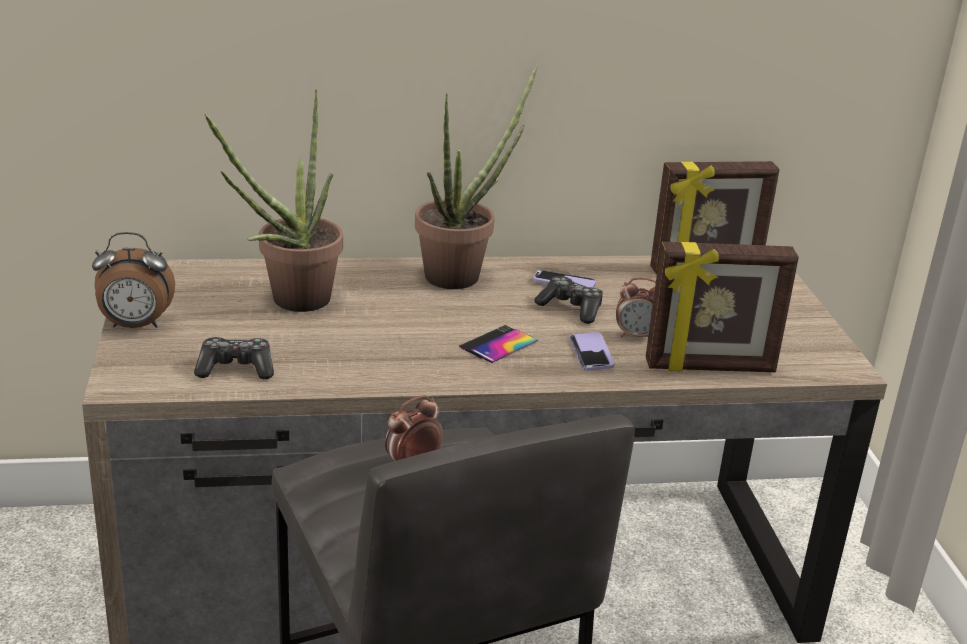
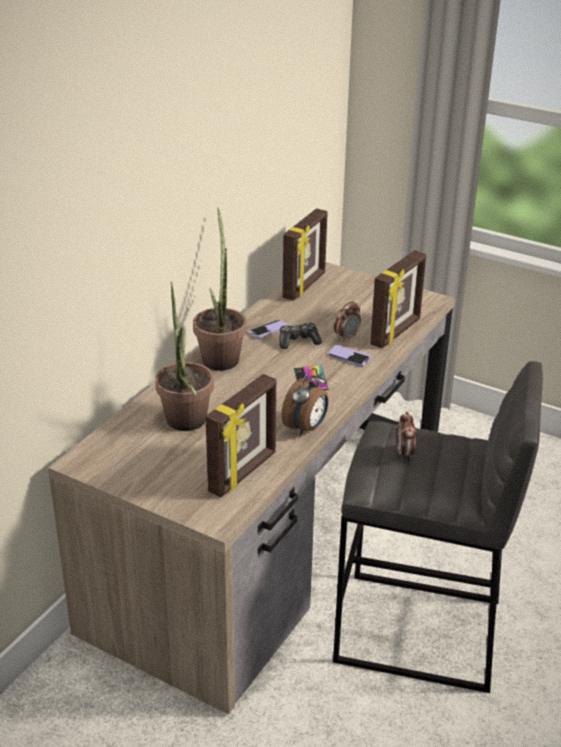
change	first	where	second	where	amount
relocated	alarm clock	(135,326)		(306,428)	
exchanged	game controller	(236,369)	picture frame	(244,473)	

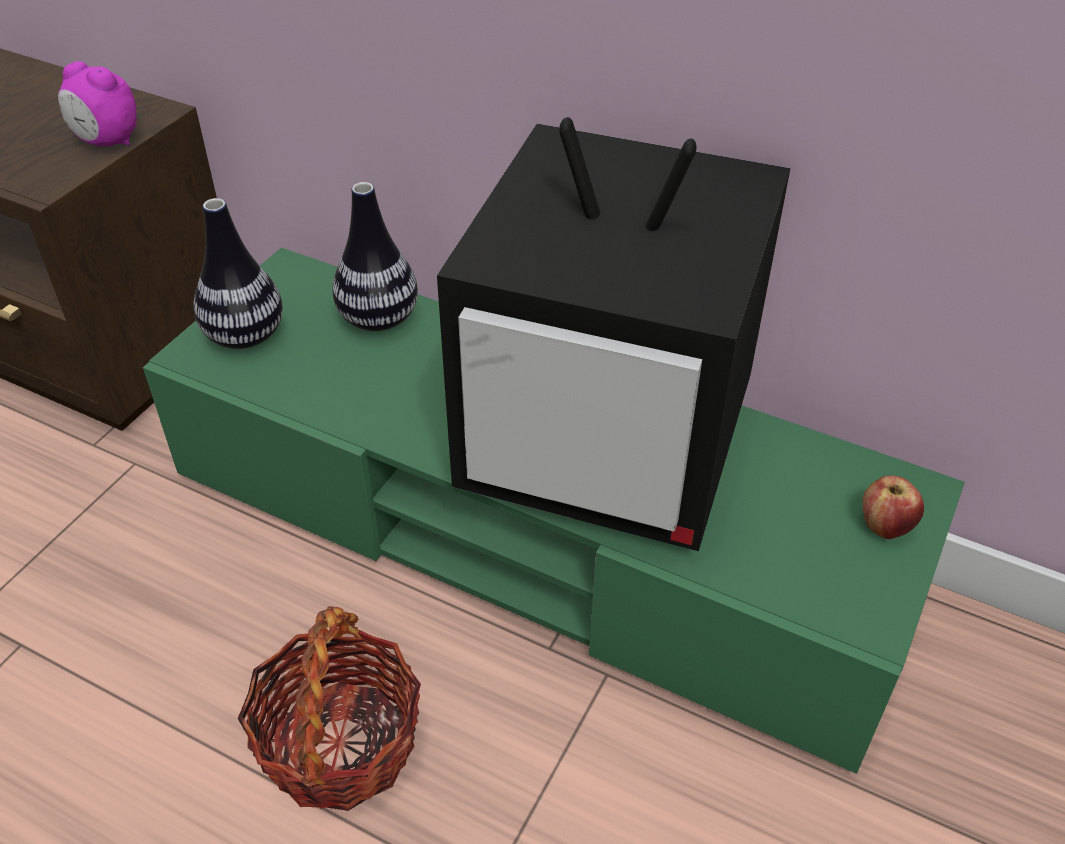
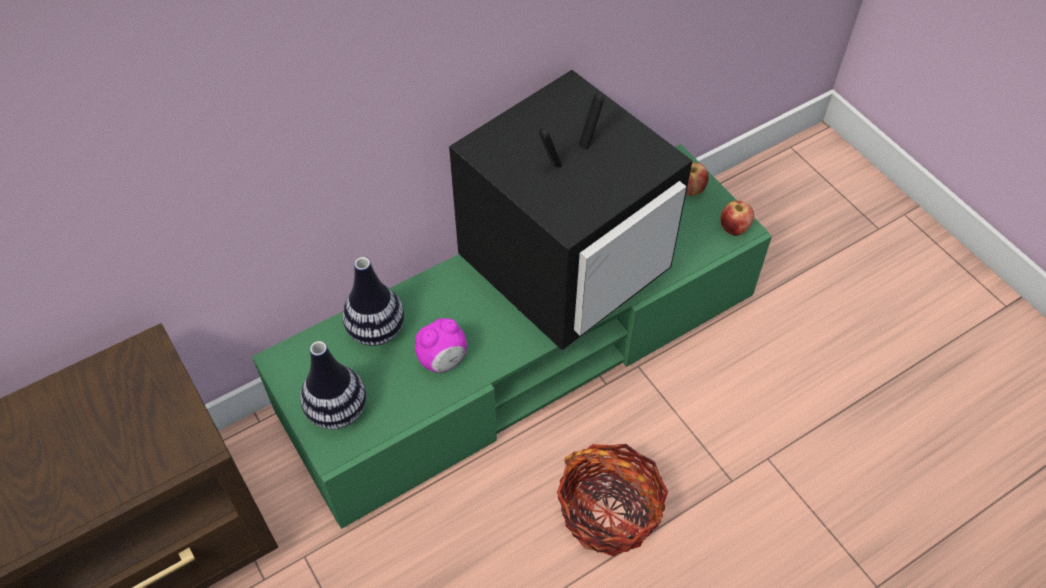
change	first	where	second	where	amount
relocated	alarm clock	(107,142)		(443,360)	
appeared			apple	(734,229)	

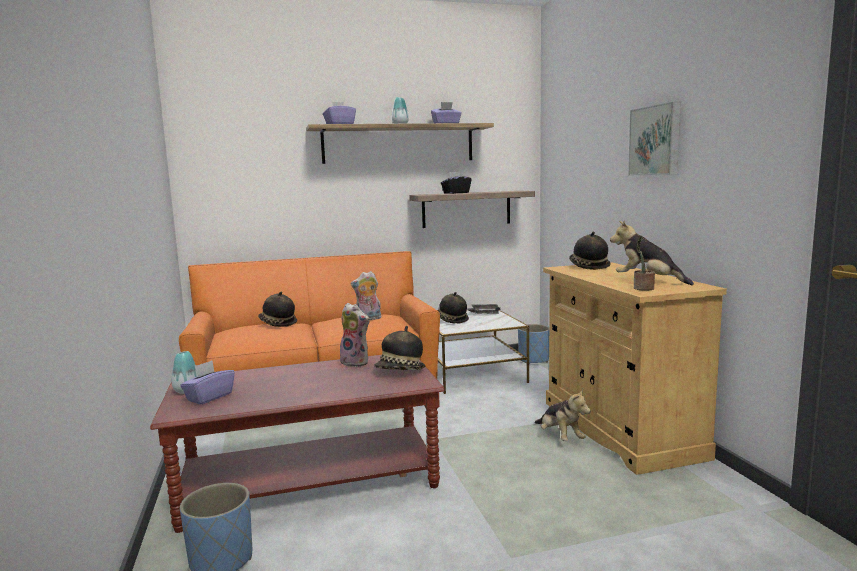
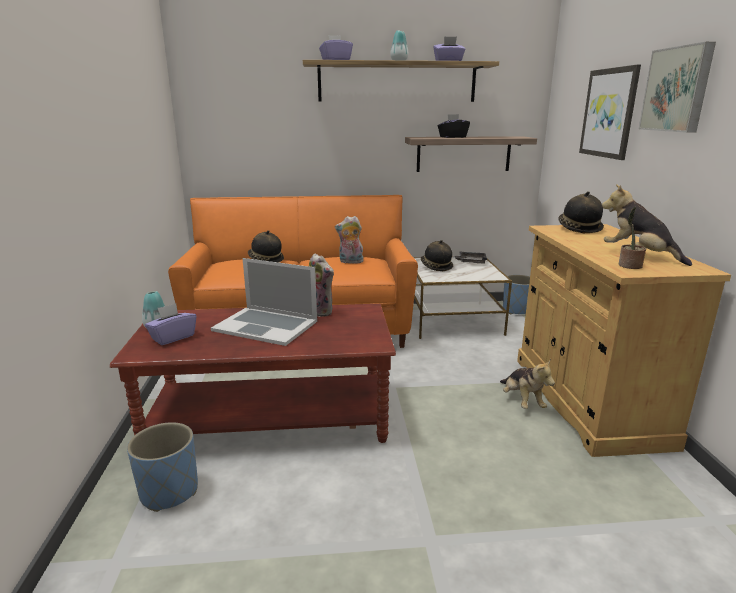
change	first	where	second	where	amount
missing	hat	(400,371)			
appeared			picture	(609,113)	
appeared			laptop	(266,325)	

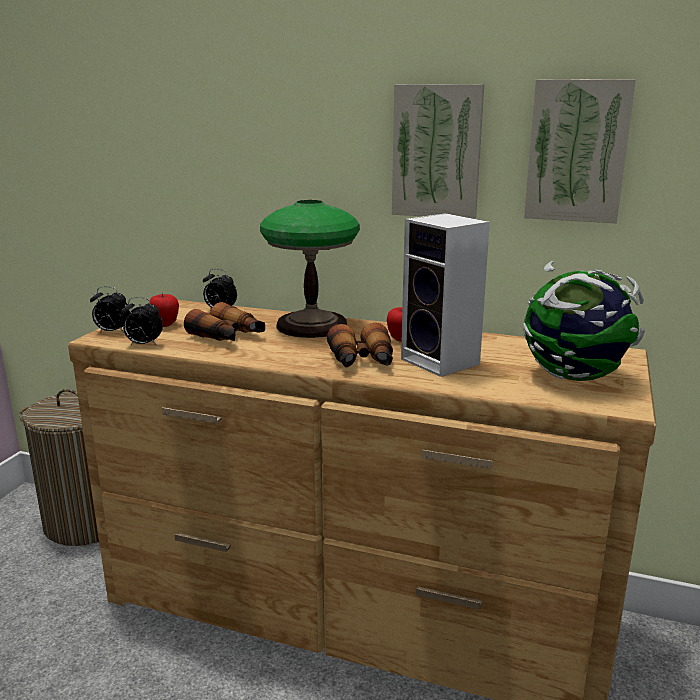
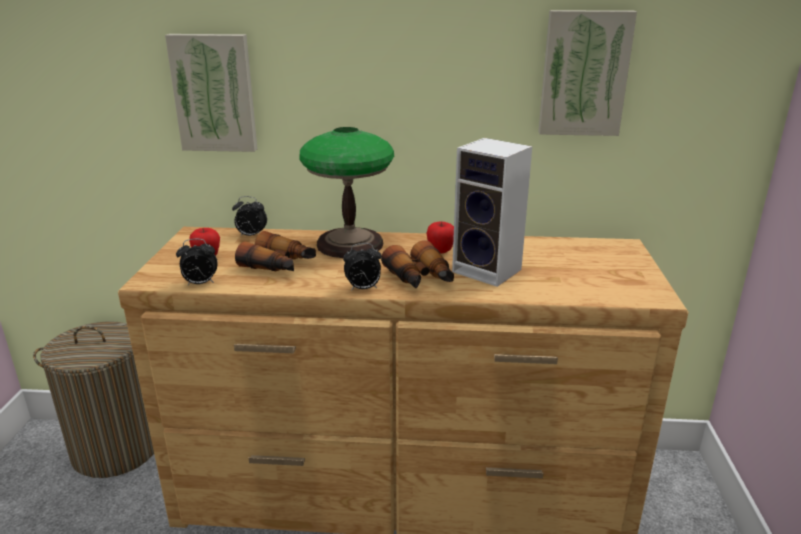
change	first	where	second	where	amount
relocated	picture	(437,151)		(215,93)	
missing	globe	(575,377)			
relocated	alarm clock	(112,332)		(363,288)	

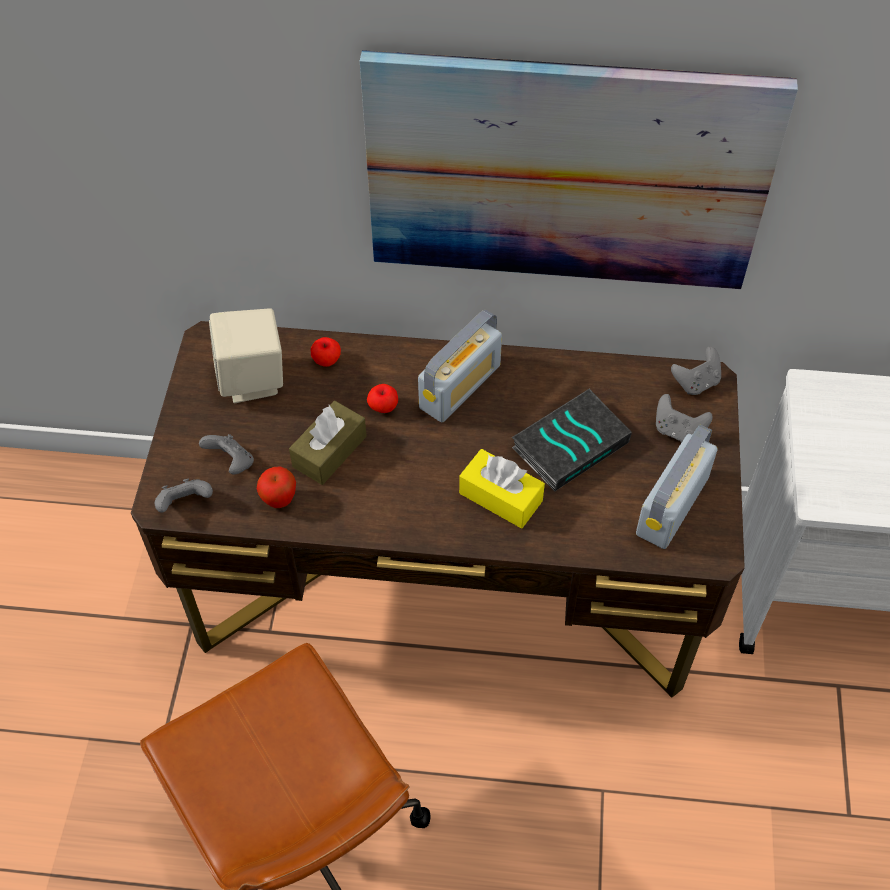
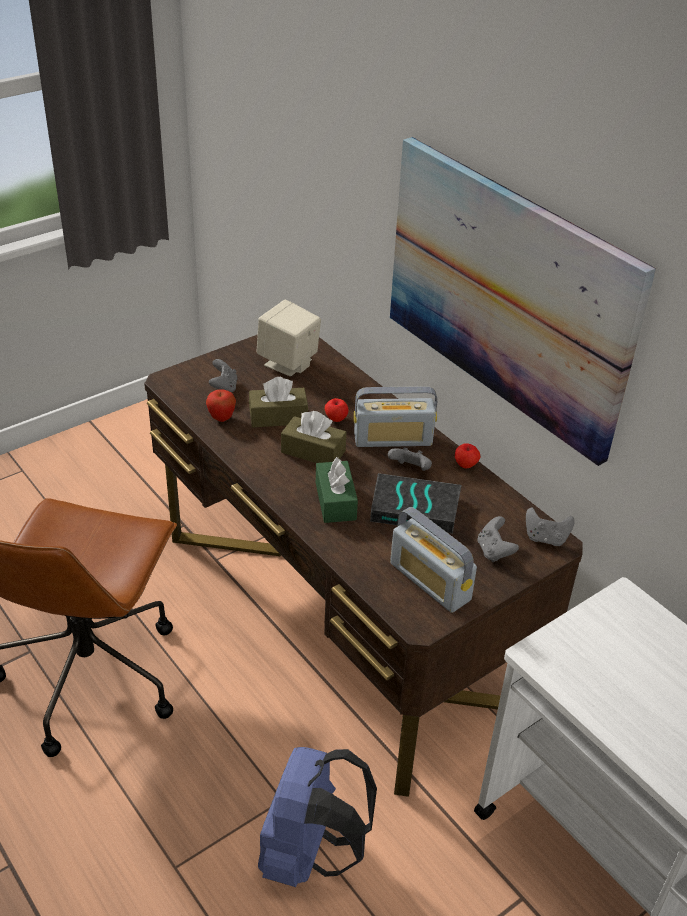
change	first	where	second	where	amount
relocated	apple	(327,361)		(465,465)	
spun	radio	(672,506)		(430,582)	120 degrees counterclockwise
colour	yellow tissue box	(500,497)	green tissue box	(335,501)	
relocated	grey game controller	(185,504)		(410,470)	
appeared			brown tissue box	(313,451)	
appeared			blue backpack	(310,853)	

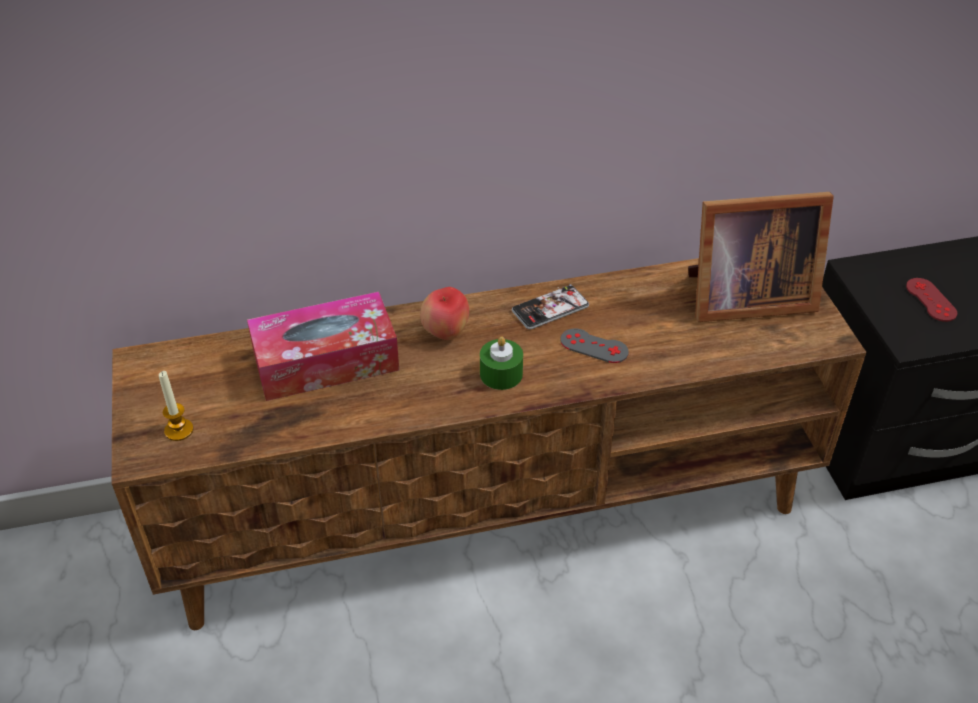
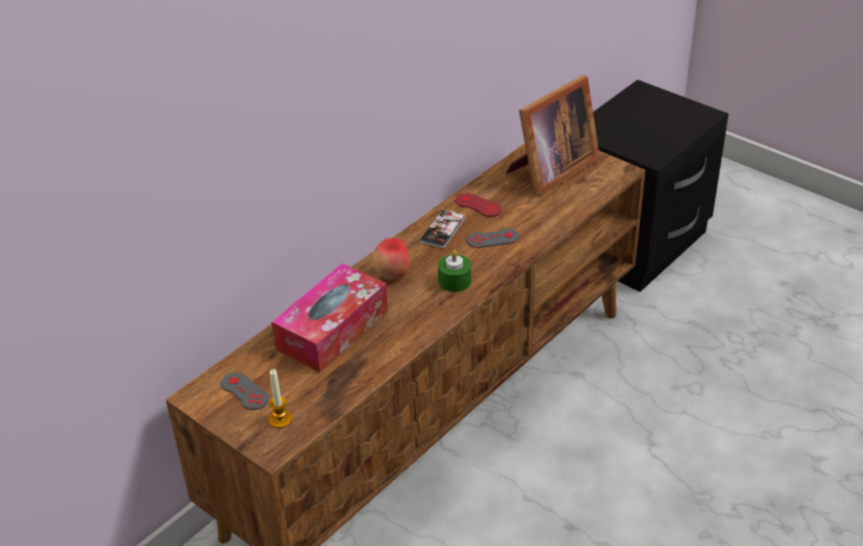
change	first	where	second	where	amount
relocated	red game controller	(931,300)		(478,205)	
appeared			grey game controller	(244,391)	

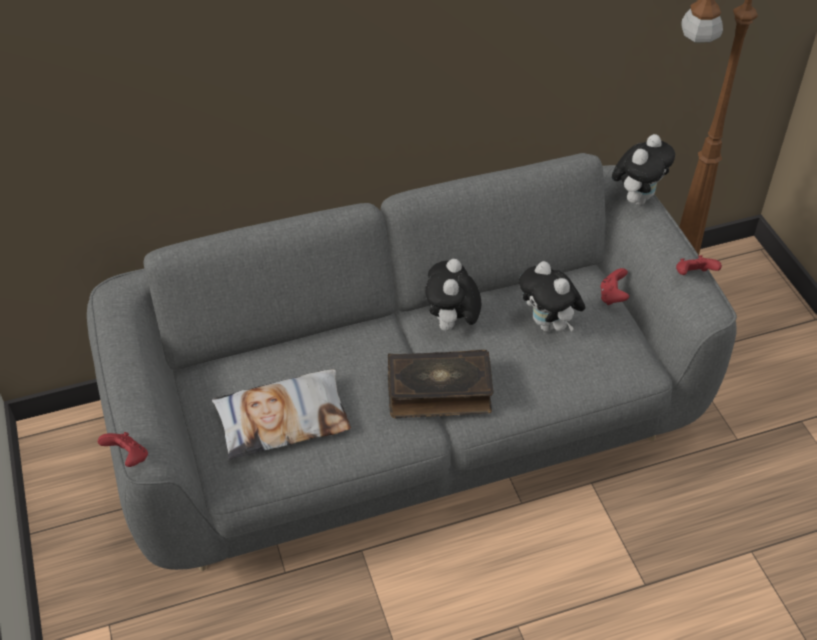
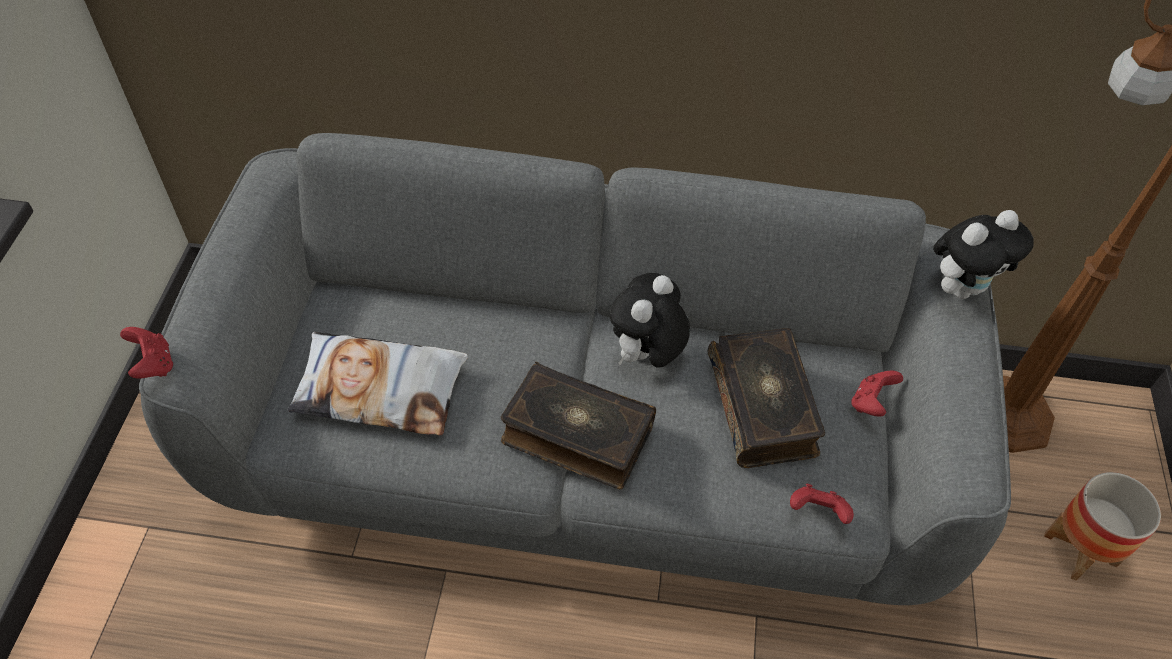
change	first	where	second	where	amount
relocated	red game controller	(693,276)		(817,512)	
exchanged	plush toy	(549,325)	book	(763,406)	
appeared			planter	(1080,549)	

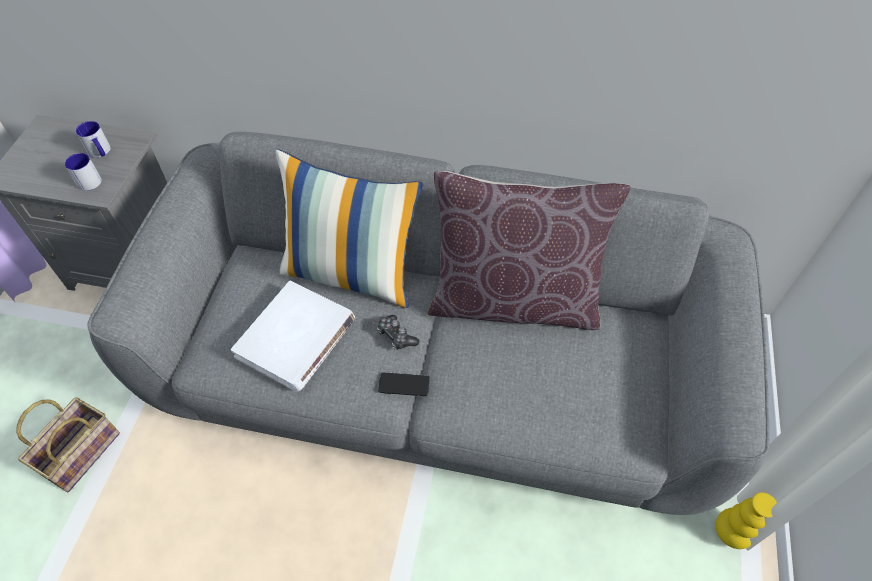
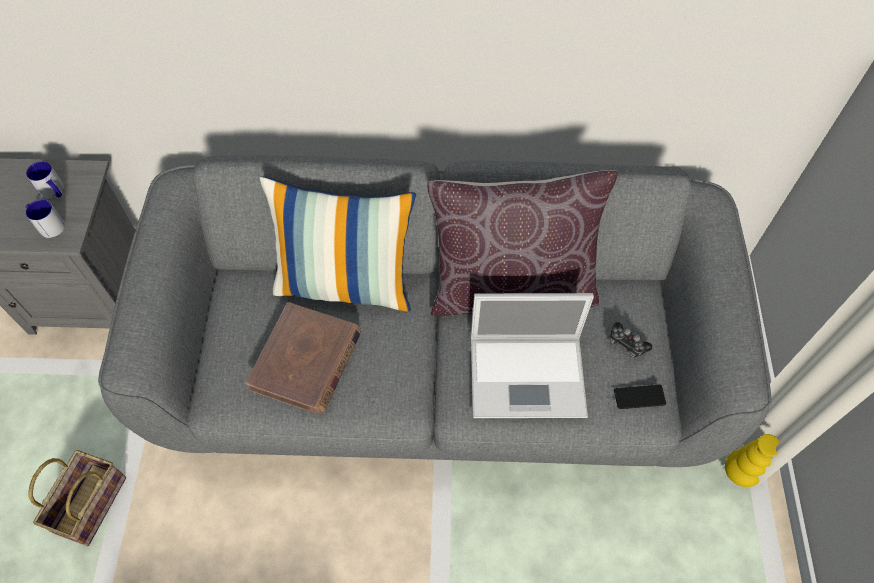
change	first	where	second	where	amount
colour	white book	(296,339)	brown book	(306,360)	
relocated	game controller	(396,336)		(627,344)	
relocated	phone	(404,384)		(639,397)	
appeared			laptop	(529,375)	

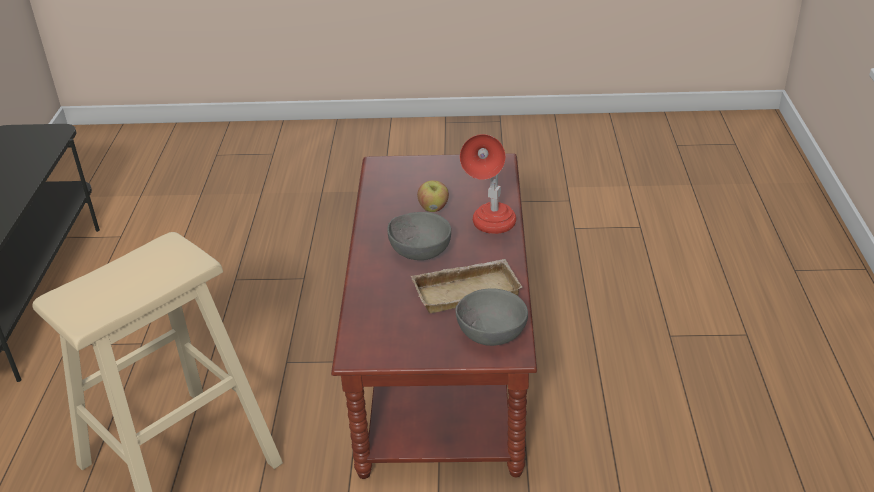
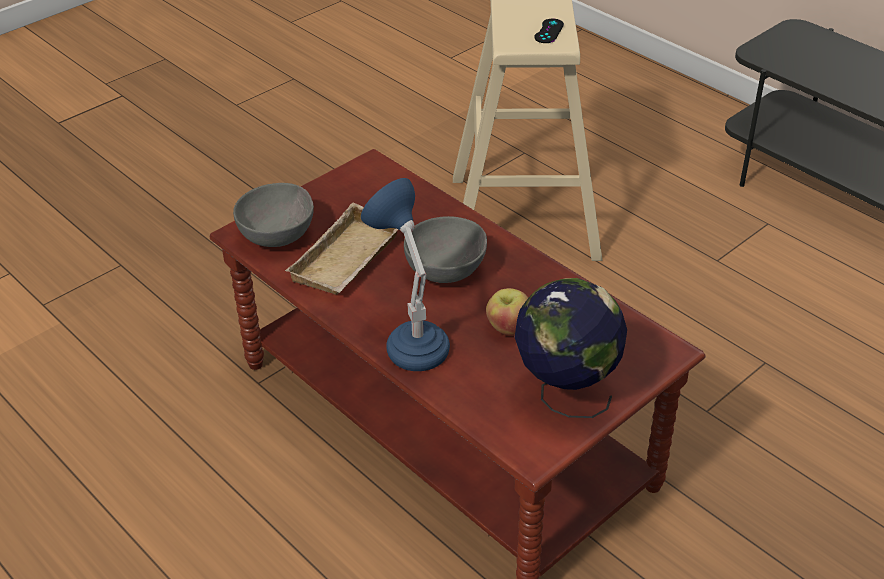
change	first	where	second	where	amount
colour	red table lamp	(490,229)	blue table lamp	(410,338)	
appeared			black game controller	(549,31)	
appeared			globe	(565,393)	

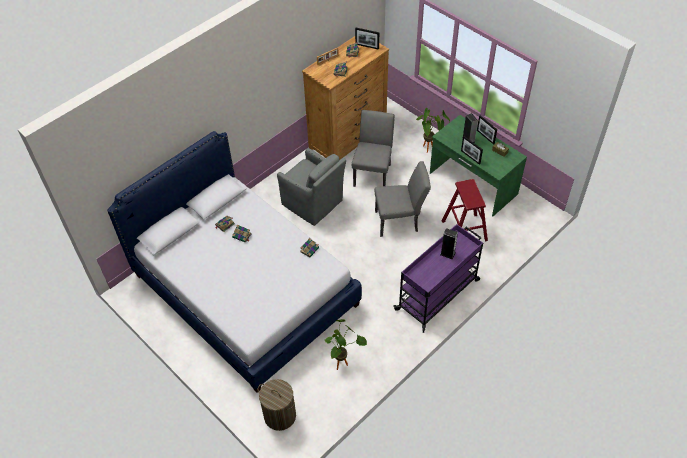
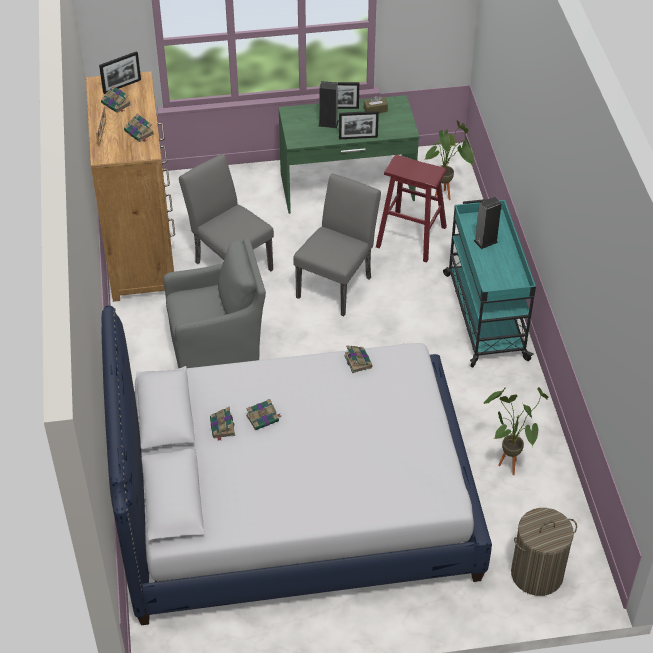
change	first	where	second	where	amount
relocated	potted plant	(429,150)		(447,195)	
colour	purple cart	(438,294)	turquoise cart	(484,315)	

